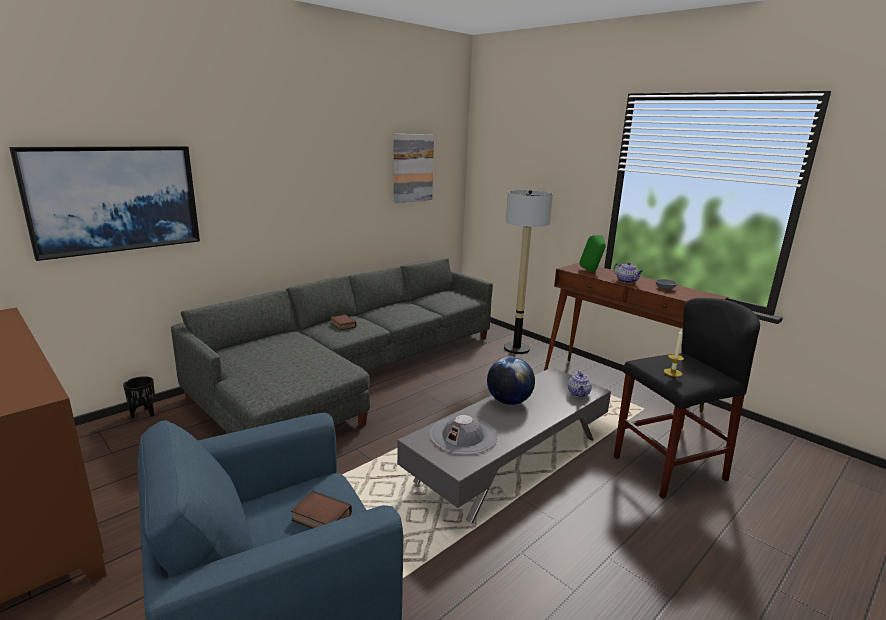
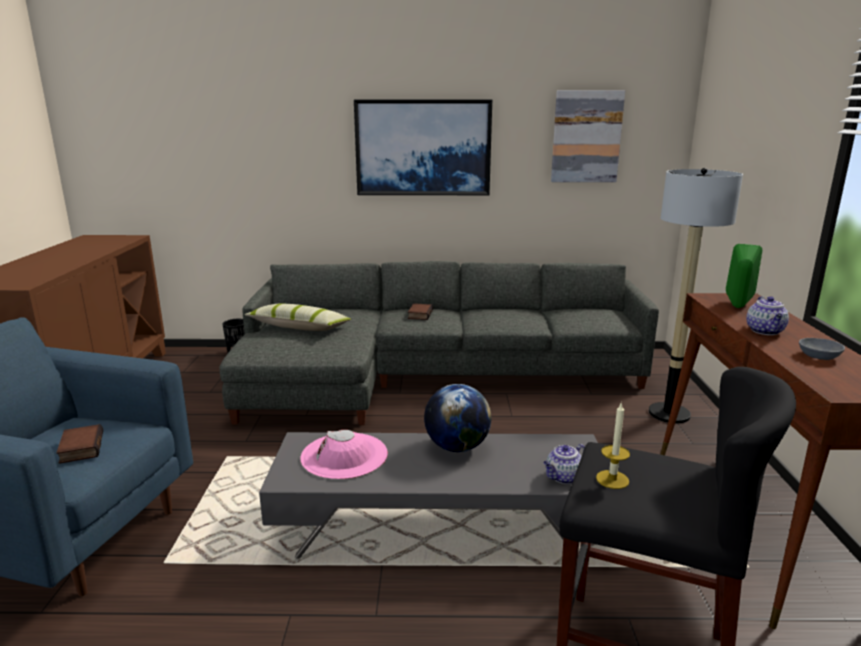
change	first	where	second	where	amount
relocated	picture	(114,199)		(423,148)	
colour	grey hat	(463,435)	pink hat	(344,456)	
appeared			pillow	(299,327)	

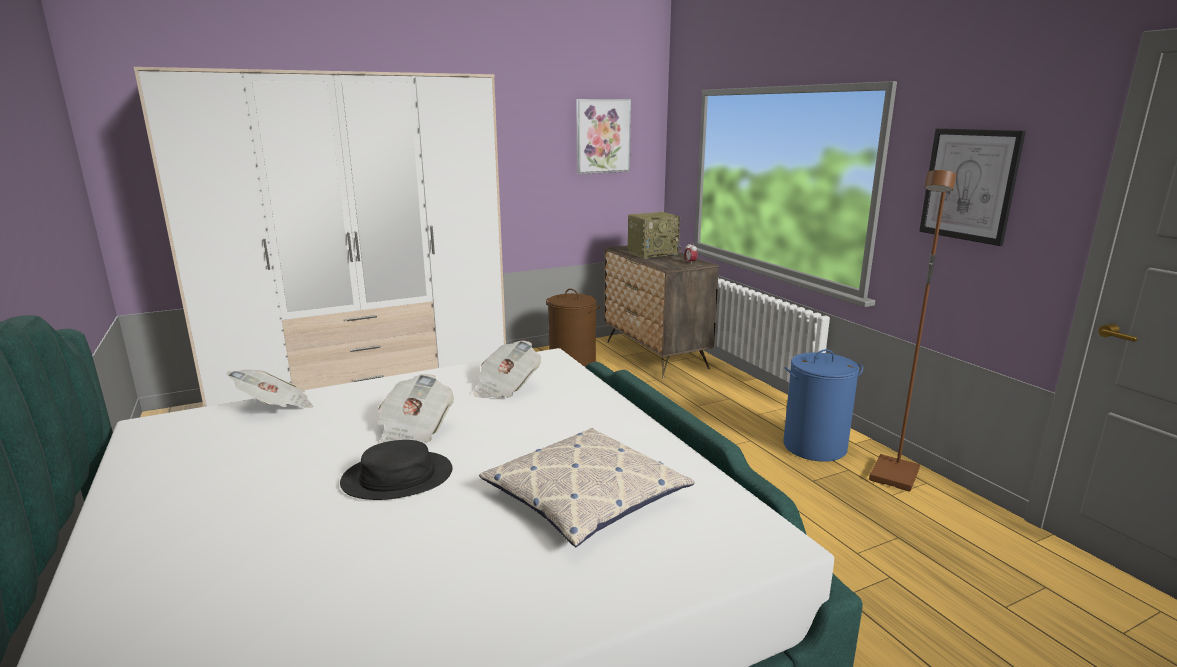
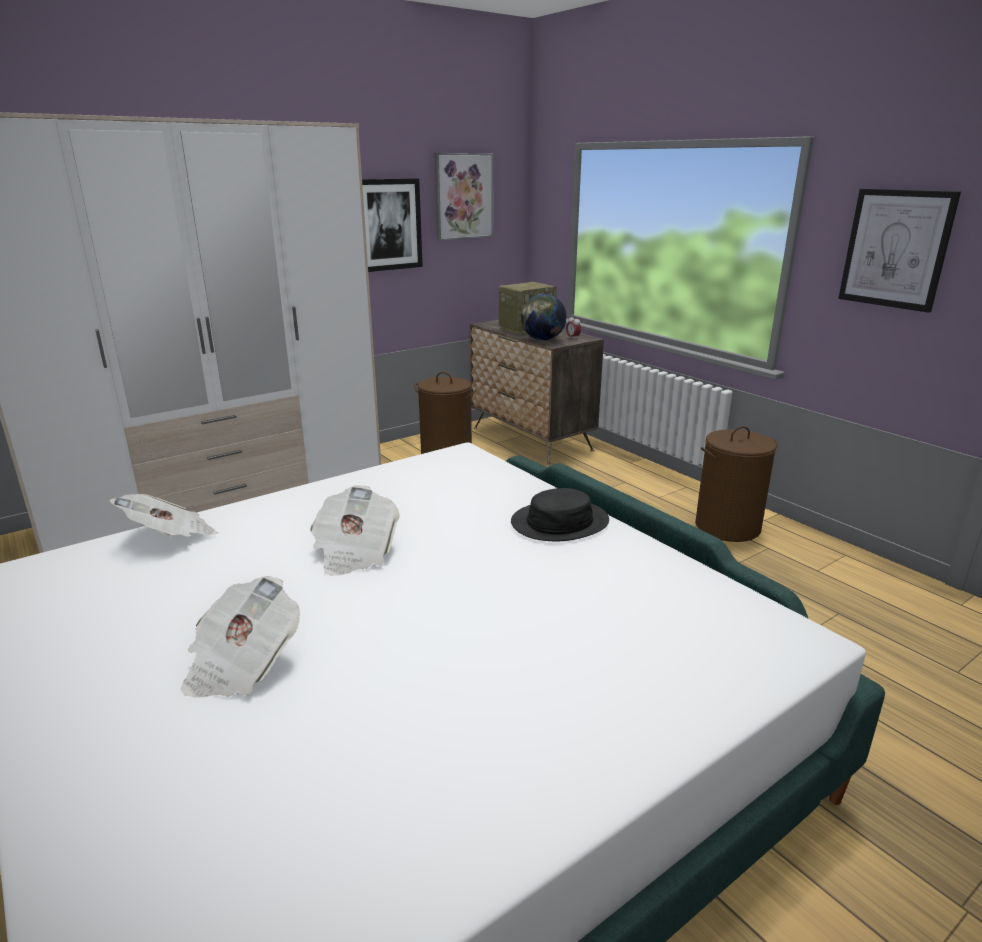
change	first	where	second	where	amount
missing	brown floor lamp	(895,476)			
relocated	newspaper	(505,387)		(242,664)	
colour	blue laundry basket	(815,446)	brown laundry basket	(728,527)	
missing	pillow	(585,497)			
relocated	black hat	(397,477)		(559,522)	
appeared			picture	(388,225)	
appeared			globe	(542,340)	

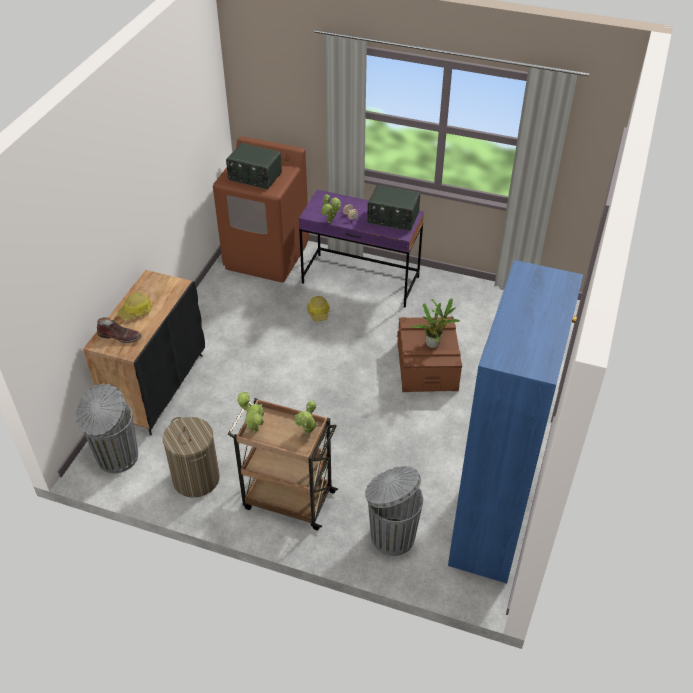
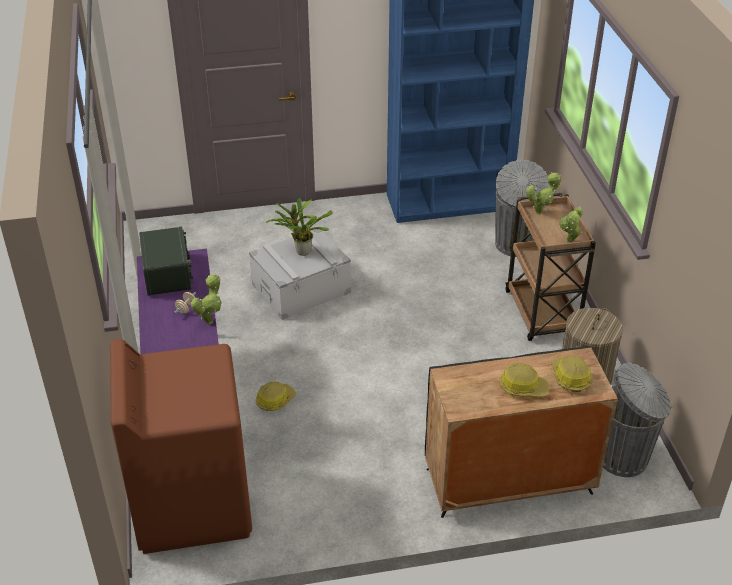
change	first	where	second	where	amount
missing	radio	(254,177)			
exchanged	brown boot	(120,336)	hard hat	(570,378)	
colour	brown storage box	(427,366)	grey storage box	(301,288)	

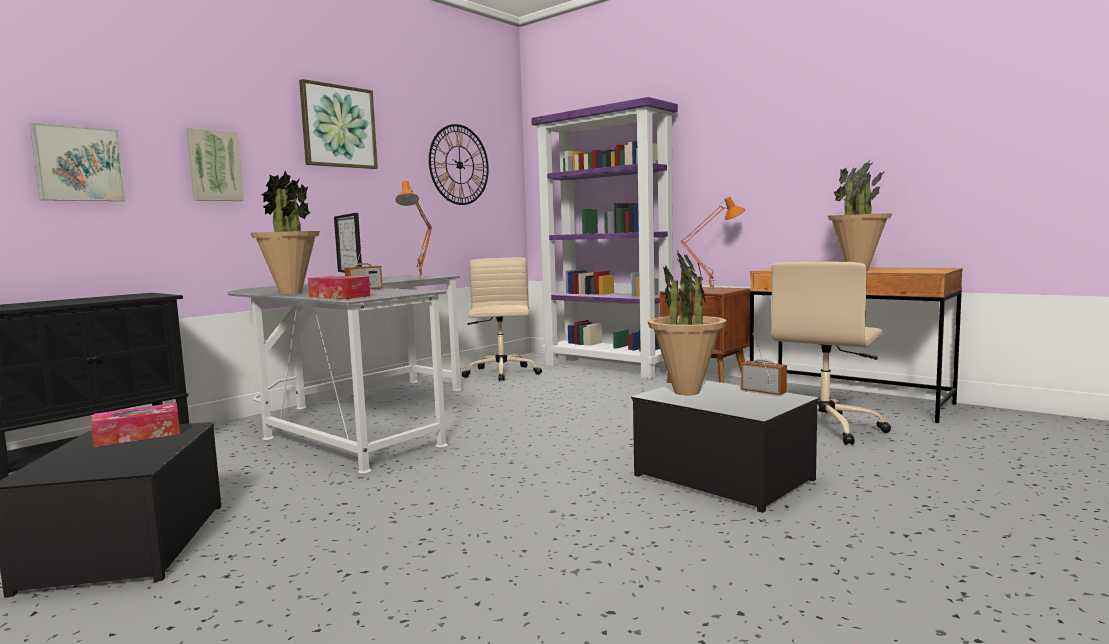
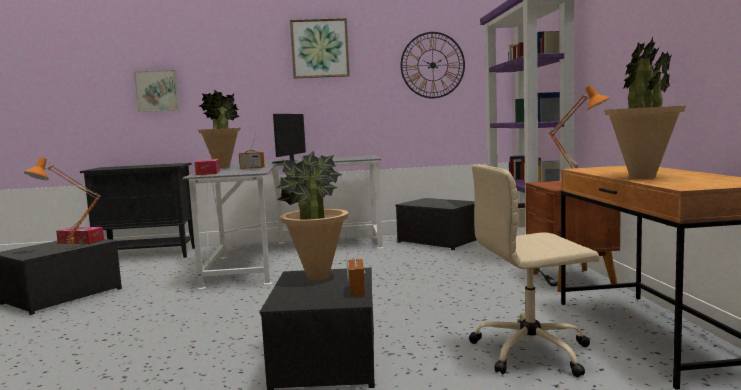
change	first	where	second	where	amount
missing	picture	(214,166)			
relocated	orange table lamp	(422,278)		(71,248)	
exchanged	beige office chair	(501,374)	storage box	(440,241)	

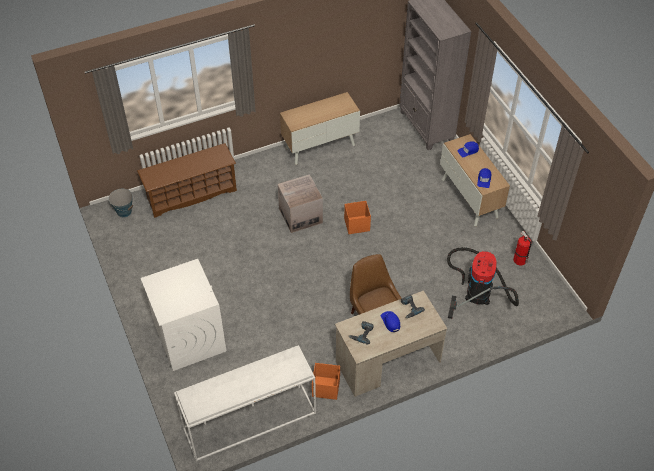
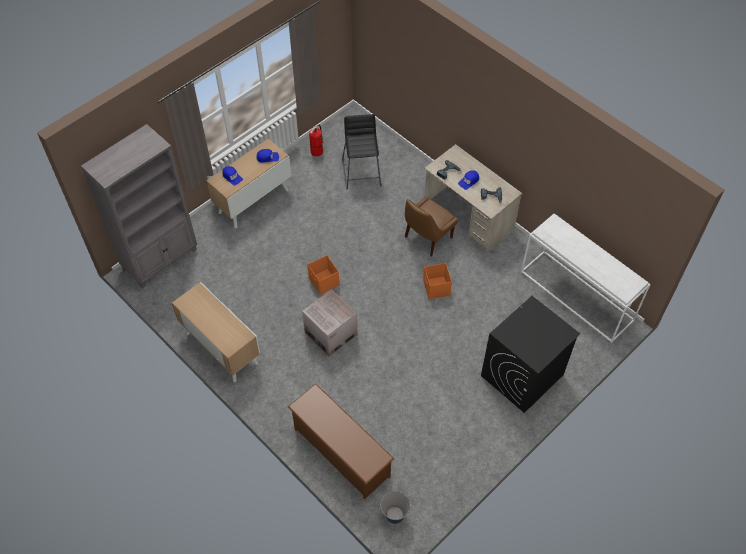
change	first	where	second	where	amount
exchanged	vacuum cleaner	(478,289)	black stool	(362,173)	
colour	white washing machine	(189,337)	black washing machine	(522,375)	
relocated	orange storage box	(325,387)		(436,288)	

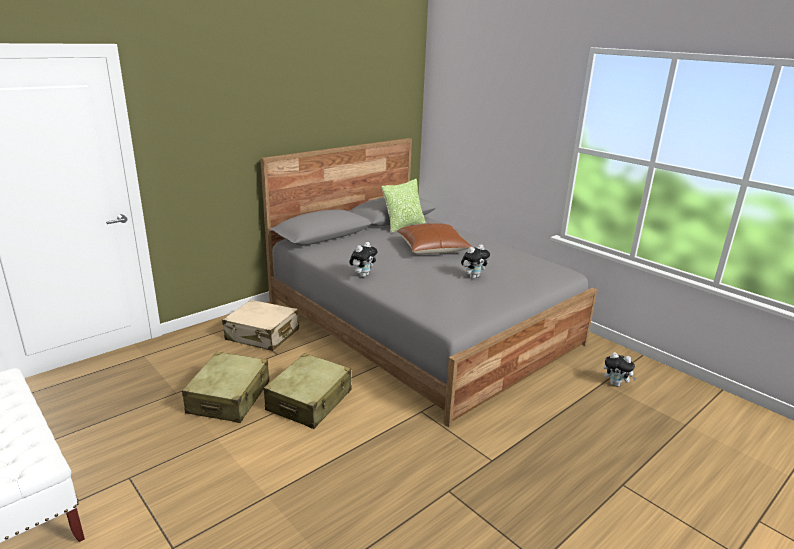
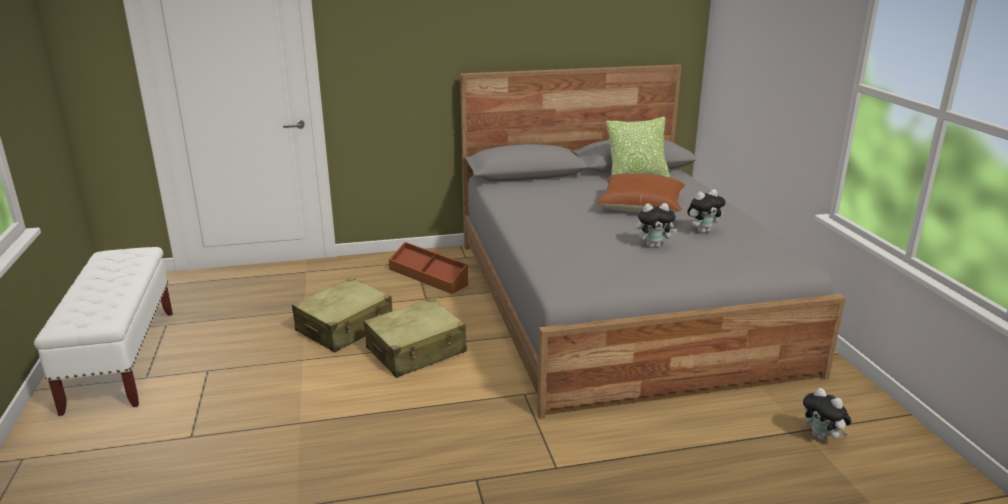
change	first	where	second	where	amount
relocated	plush toy	(363,275)		(703,231)	
exchanged	beige suitcase	(262,335)	brown storage box	(428,276)	

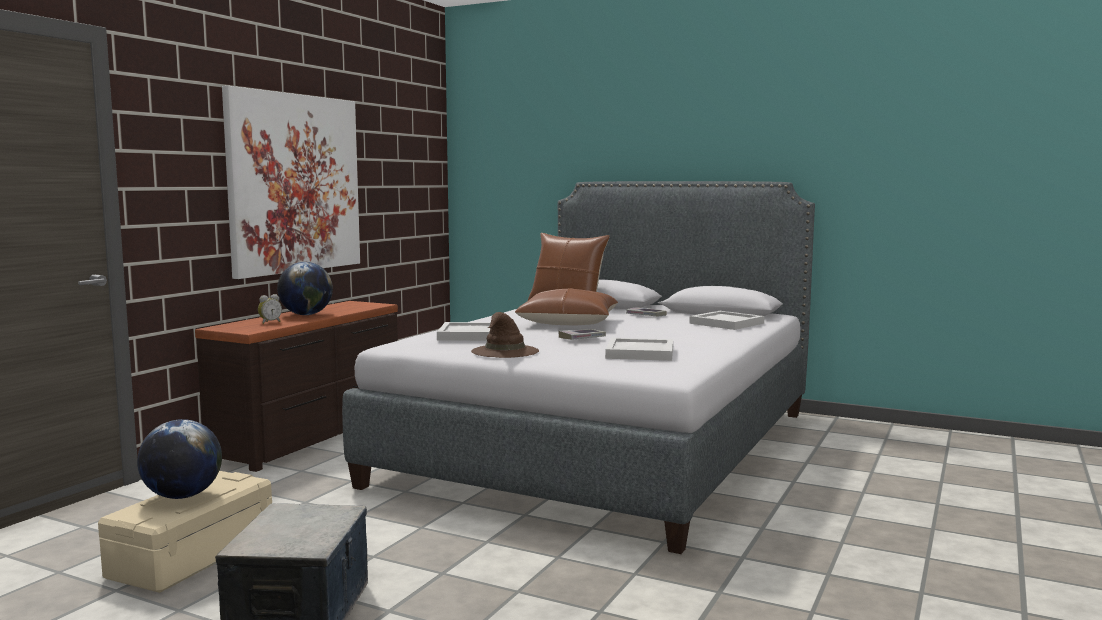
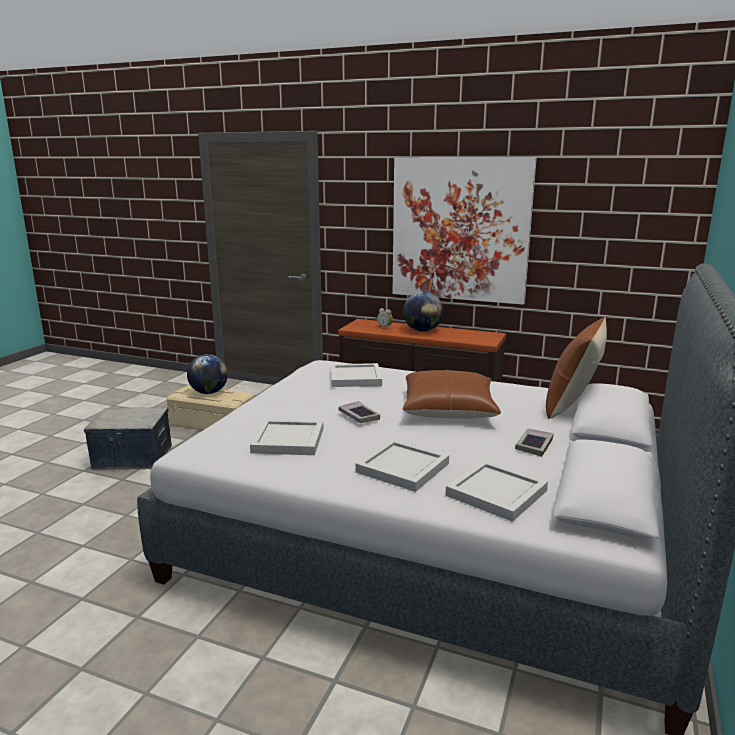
change	first	where	second	where	amount
missing	brown hat	(505,351)			
appeared			white tray	(404,467)	

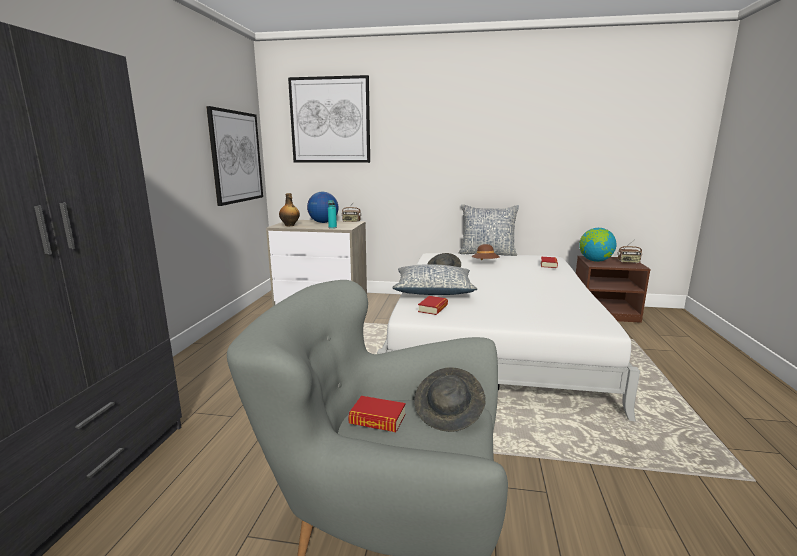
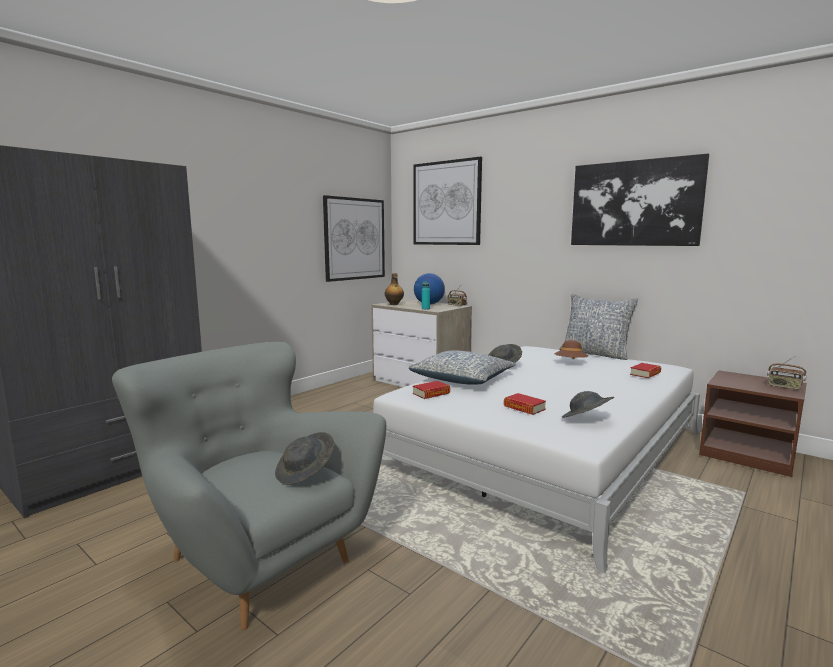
change	first	where	second	where	amount
missing	globe	(595,261)			
relocated	book	(377,419)		(524,408)	
appeared			picture	(634,203)	
appeared			grey hat	(586,420)	

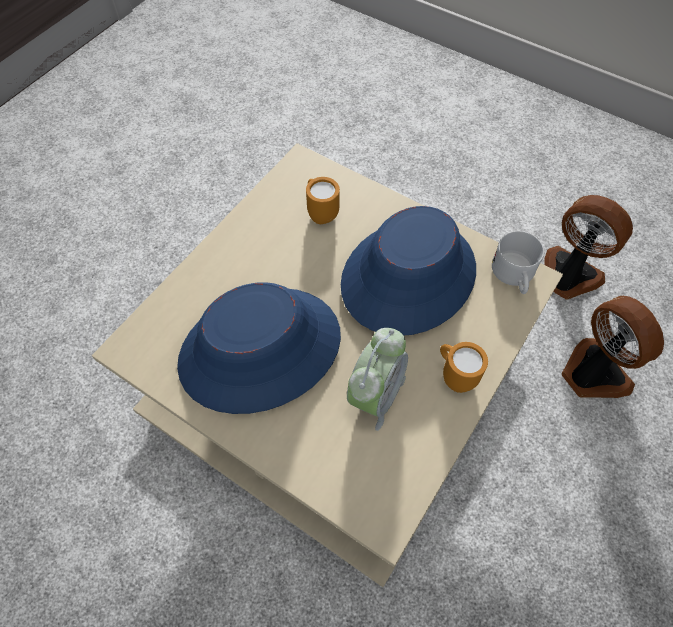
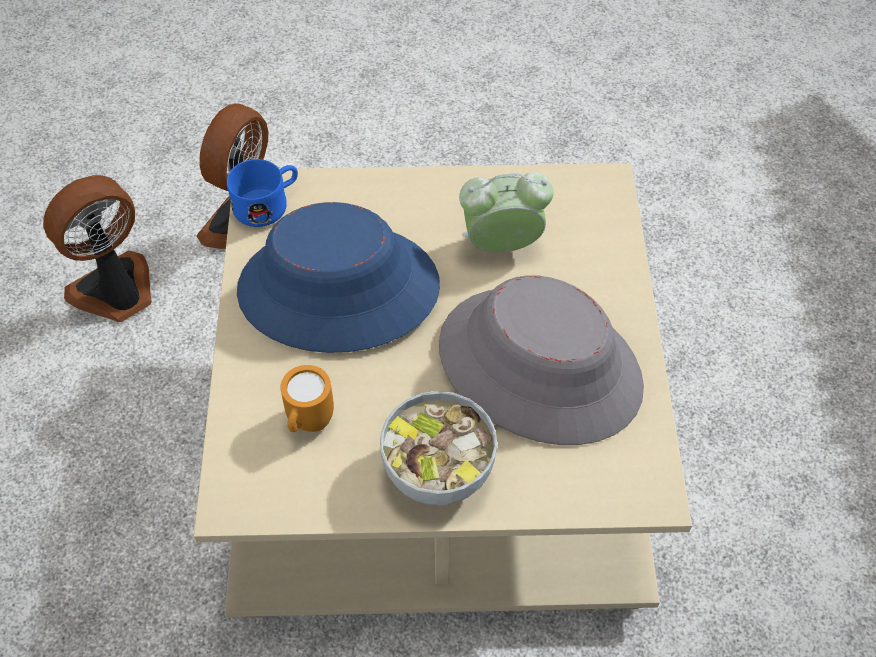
change	first	where	second	where	amount
spun	fan	(567,276)		(116,292)	45 degrees clockwise
colour	white mug	(514,276)	blue mug	(268,204)	
colour	blue hat	(260,350)	grey hat	(540,365)	
missing	orange mug	(454,376)			
appeared			bowl	(437,472)	

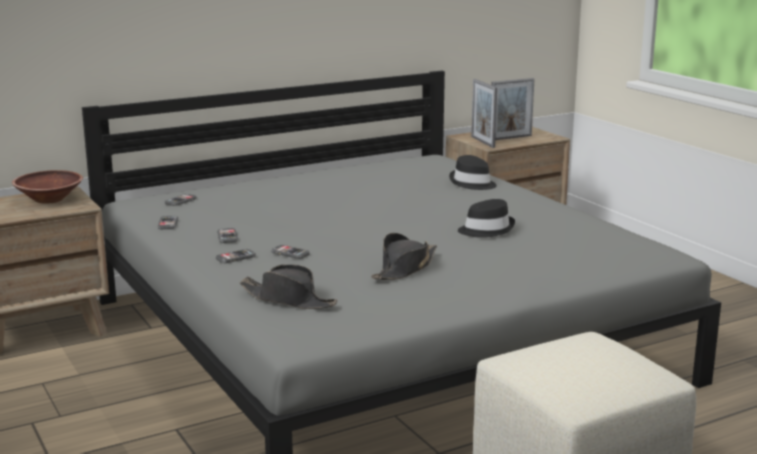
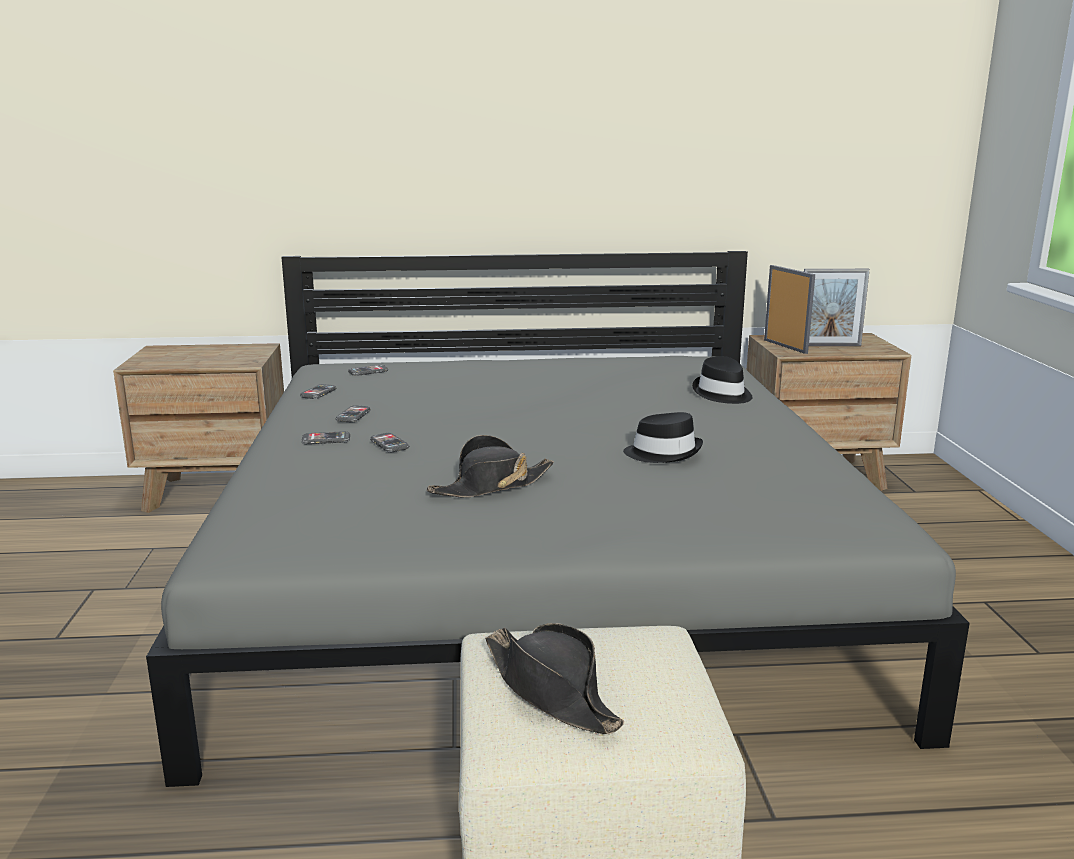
change	first	where	second	where	amount
spun	picture frame	(482,142)		(785,346)	150 degrees clockwise
missing	brown bowl	(49,199)			
relocated	black hat	(288,299)		(551,691)	

